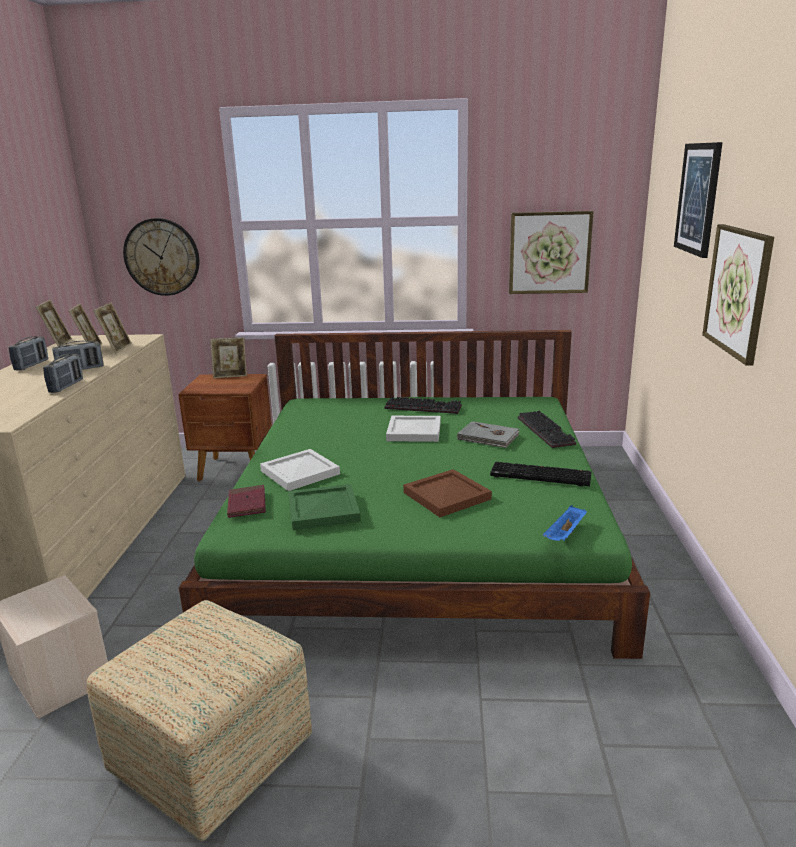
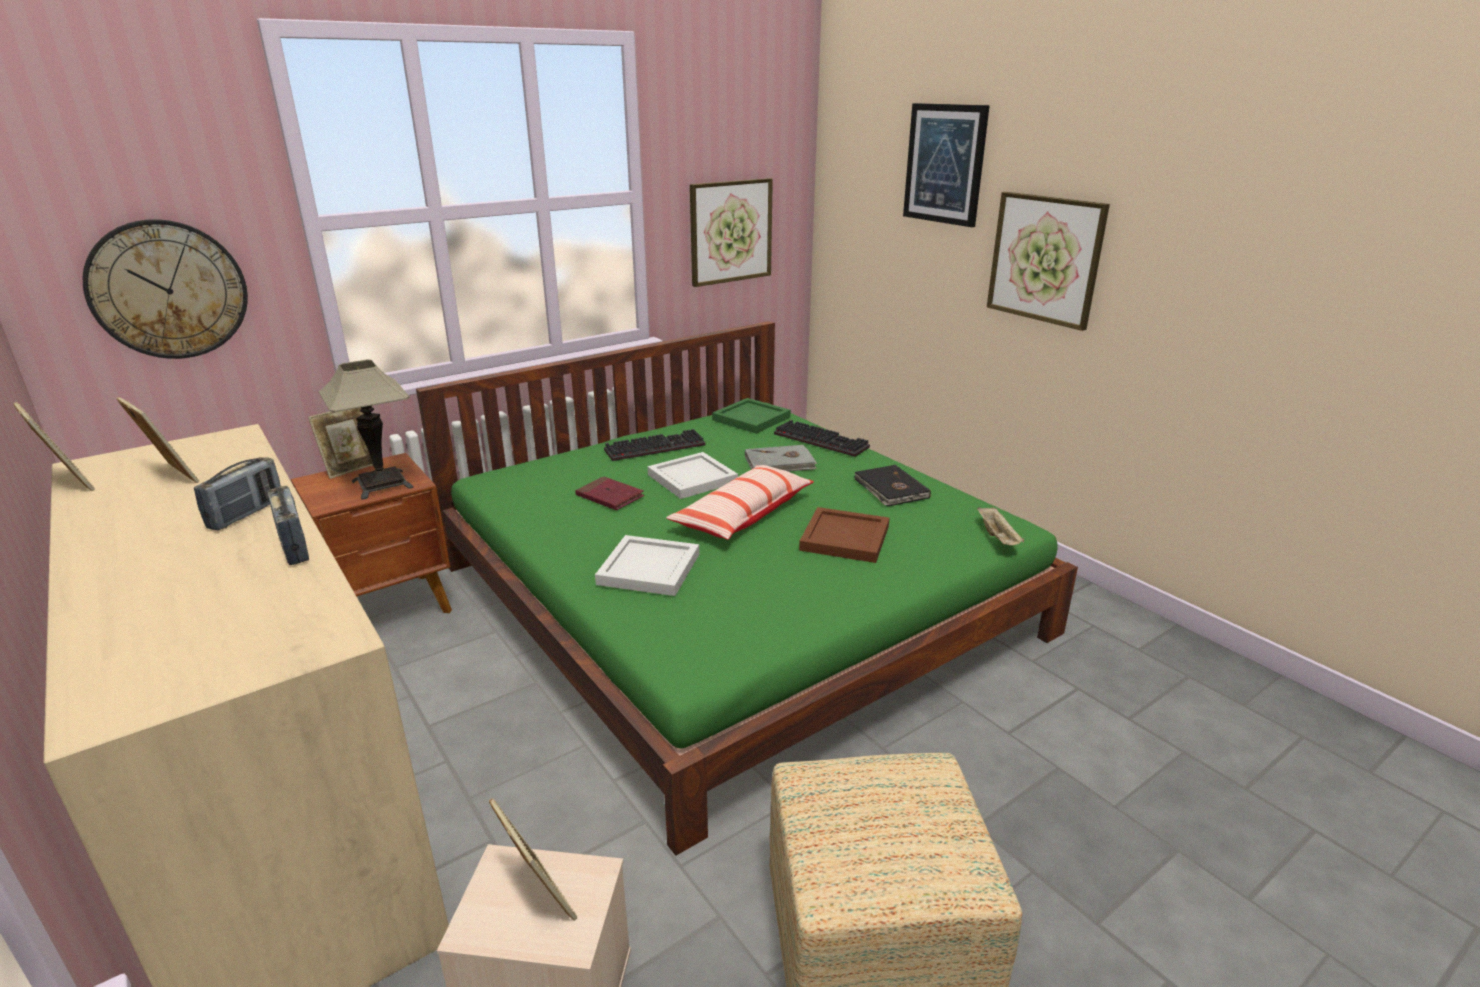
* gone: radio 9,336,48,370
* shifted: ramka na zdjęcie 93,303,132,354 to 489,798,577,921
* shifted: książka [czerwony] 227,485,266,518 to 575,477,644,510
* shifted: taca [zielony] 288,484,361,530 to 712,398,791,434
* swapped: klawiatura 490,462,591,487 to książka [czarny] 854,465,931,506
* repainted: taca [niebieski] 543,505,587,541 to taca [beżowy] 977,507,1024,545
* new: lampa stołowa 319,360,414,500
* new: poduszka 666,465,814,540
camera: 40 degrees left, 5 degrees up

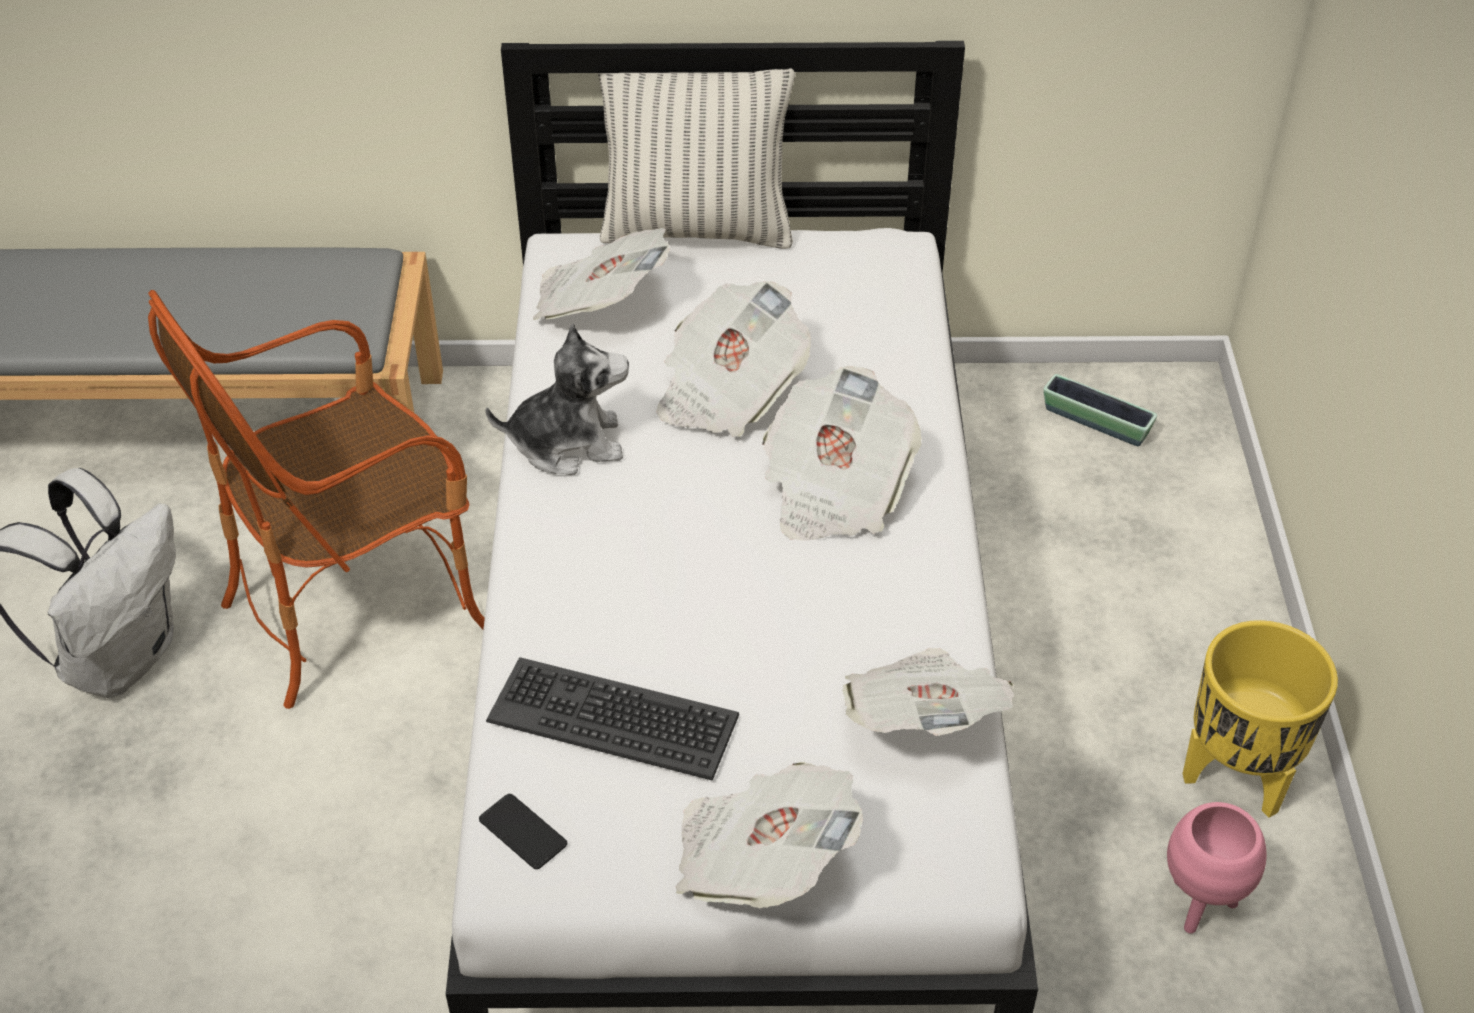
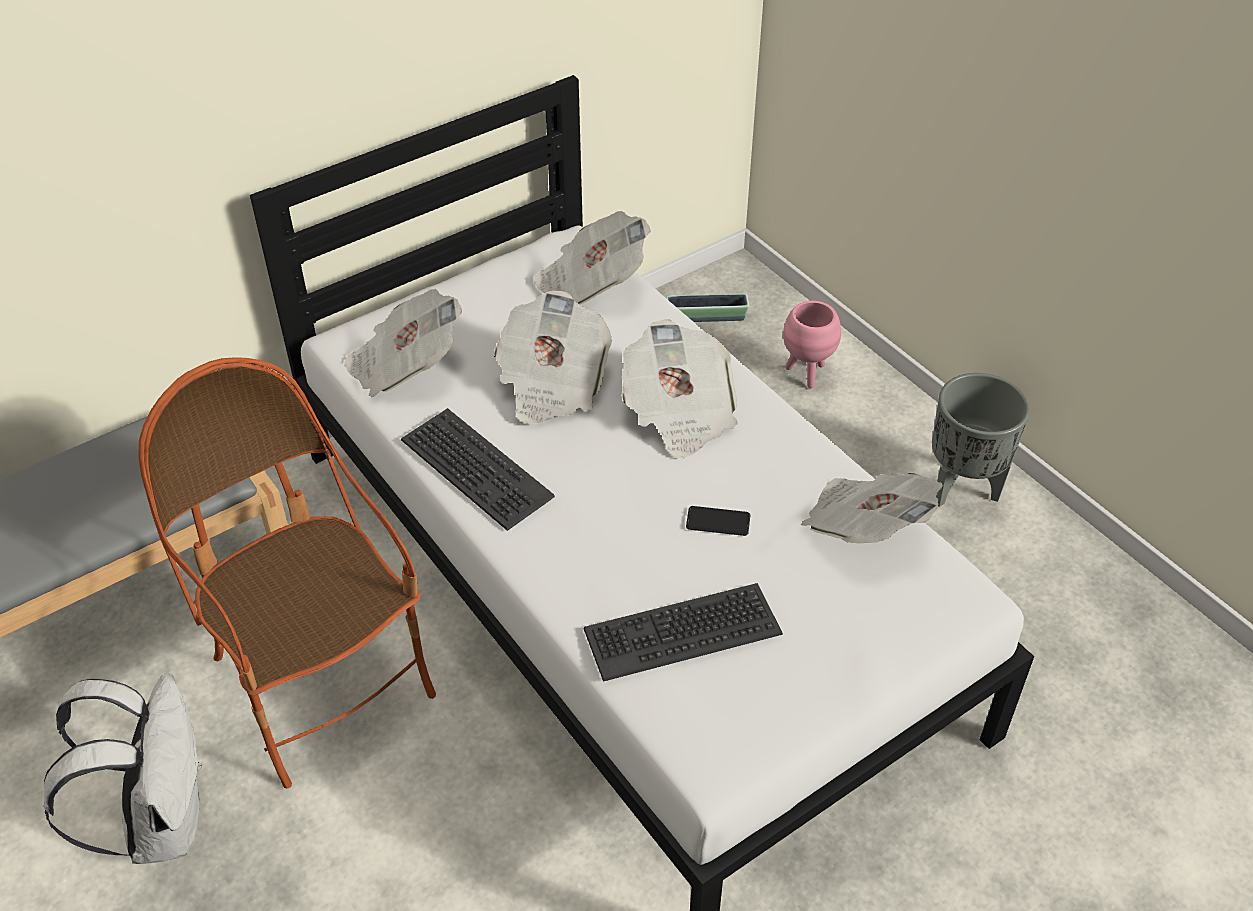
* rotated: fotel 148,290,485,709 = 138,357,436,789 120 degrees clockwise
* shifted: telefon 479,794,567,869 to 686,506,750,536
* swapped: pluszak 485,324,629,475 to klawiatura 401,408,555,531
* gone: poduszka 598,68,796,249
* shifted: gazeta 676,762,863,908 to 534,211,651,305
* shifted: donica [różowy] 1167,802,1266,934 to 783,301,841,388
* repainted: donica [żółty] 1183,620,1338,818 to donica [szary] 932,373,1030,507
camera: 35 degrees left, 0 degrees up

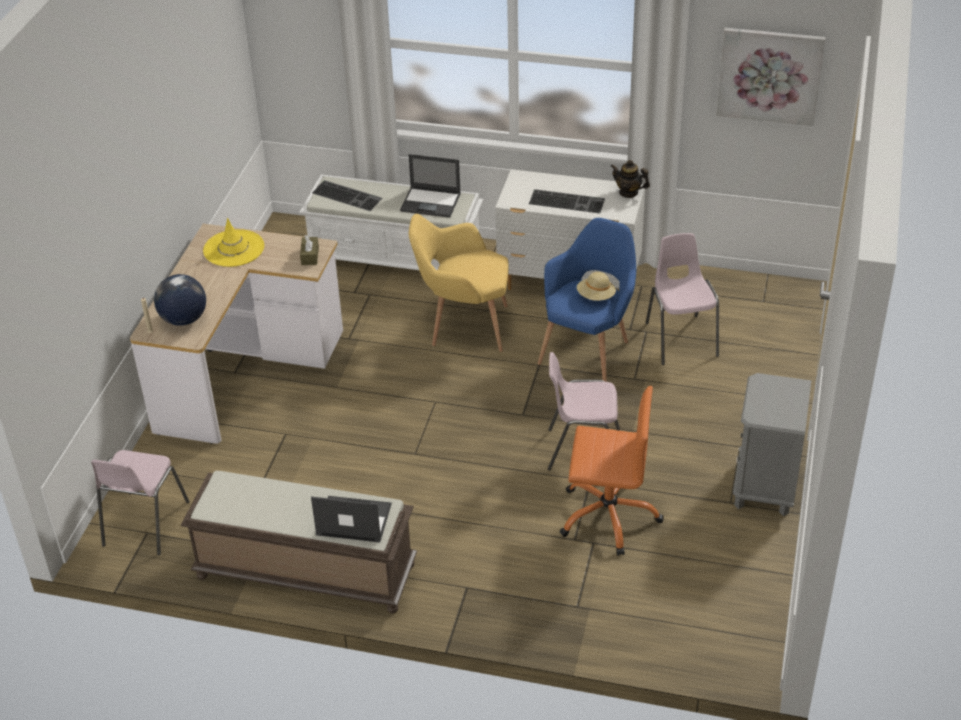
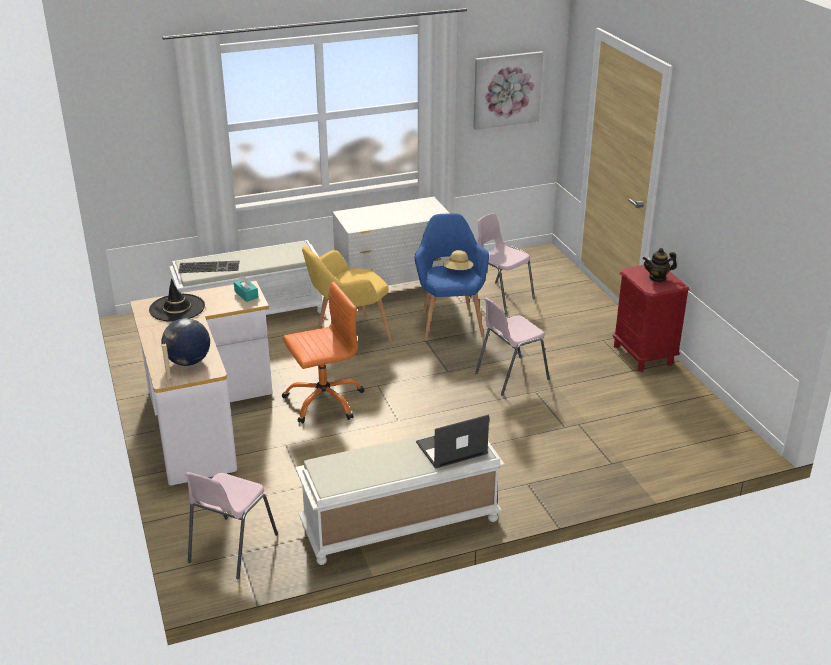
* rotated: krzesło [różowy] 91,450,189,555 = 185,472,278,579 45 degrees clockwise
* repainted: ławka [brązowy] 181,471,417,613 to ławka [biały] 295,432,505,565
* repainted: kapelusz [żółty] 203,218,264,267 to kapelusz [czarny] 149,279,205,322
* repainted: pudełko chusteczek [brązowy] 300,235,319,265 to pudełko chusteczek [turkusowy] 234,275,259,302
* gone: laptop 400,154,461,218
* gone: klawiatura 529,189,605,213
* shifted: krzesło biurowe [pomarańczowy] 559,386,664,556 to 282,282,364,423
* shifted: imbryk 610,160,650,198 to 643,248,677,282
* repainted: szafka nocna [szary] 733,373,811,516 to szafka nocna [czerwony] 613,265,690,372
camera: 35 degrees left, 10 degrees down

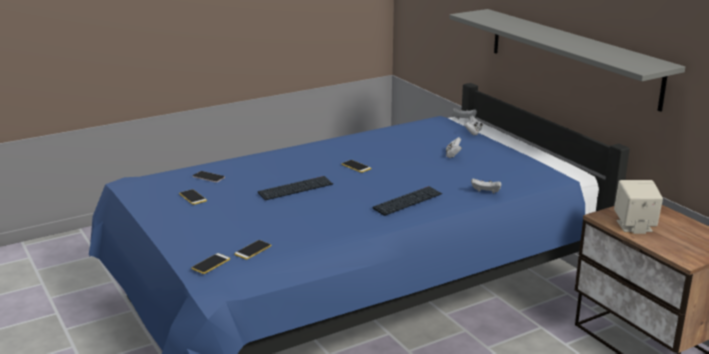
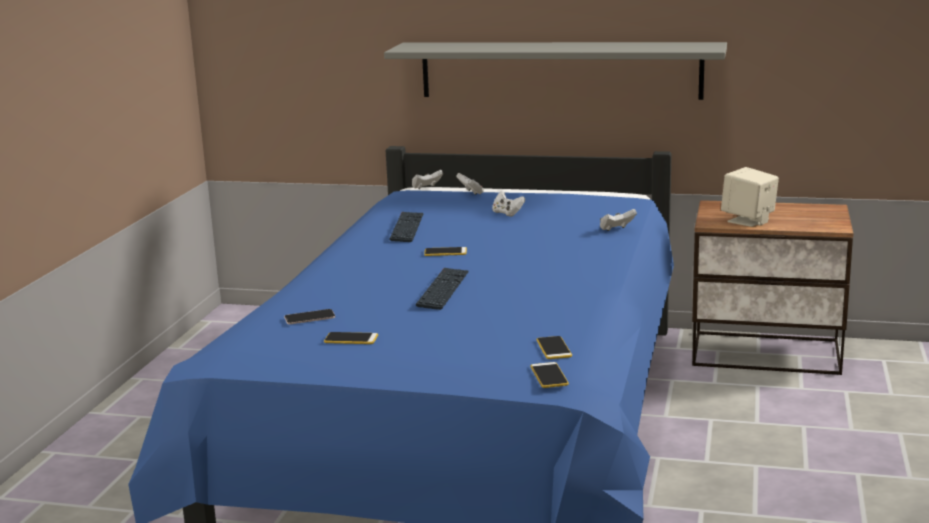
* shifted: klawiatura 373,186,442,216 to 389,212,424,242
camera: 45 degrees left, 5 degrees down

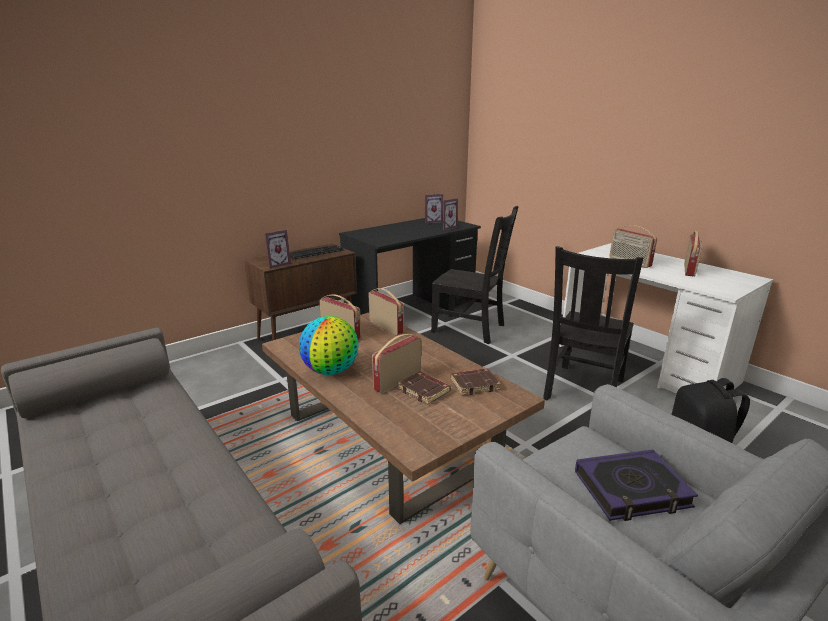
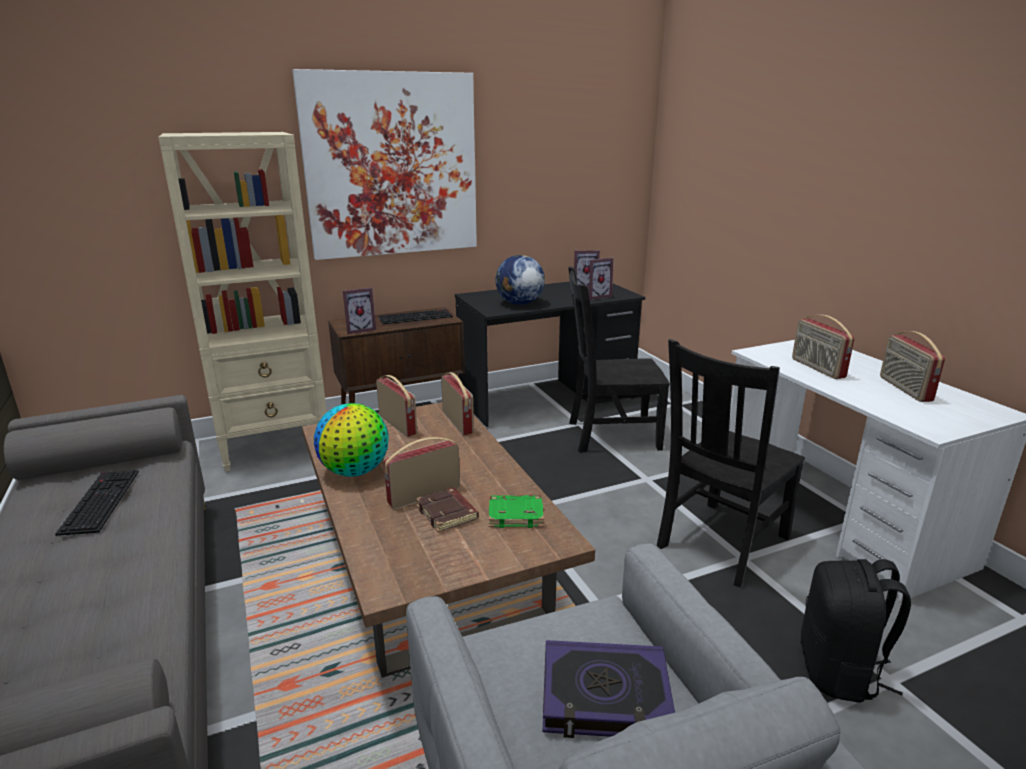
* rotated: krzesło [czarny] 431,206,518,344 = 568,266,670,453 135 degrees clockwise
* repainted: książka [brązowy] 451,368,501,396 to książka [zielony] 489,495,544,528
* rotated: radio 684,231,702,276 = 880,331,945,402 135 degrees clockwise
* new: klawiatura 55,470,139,537
* new: regał [beżowy] 158,132,327,472
* new: obraz 292,69,477,260
* new: globus 495,255,545,305
camera: 15 degrees right, 0 degrees up

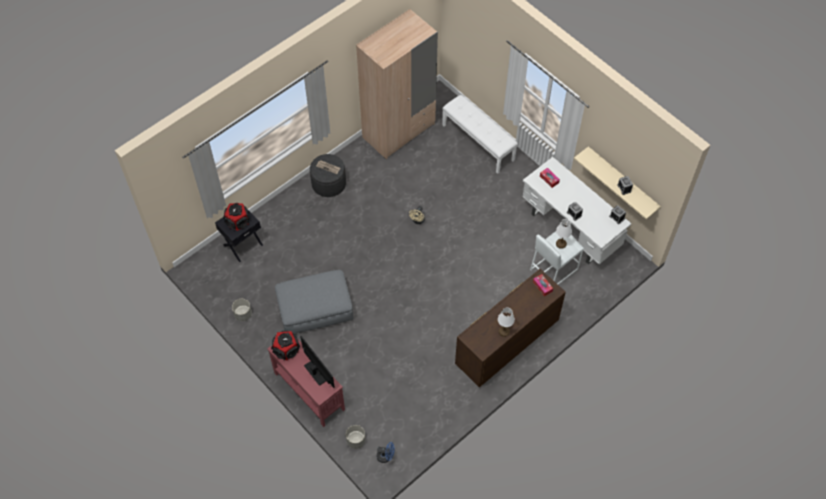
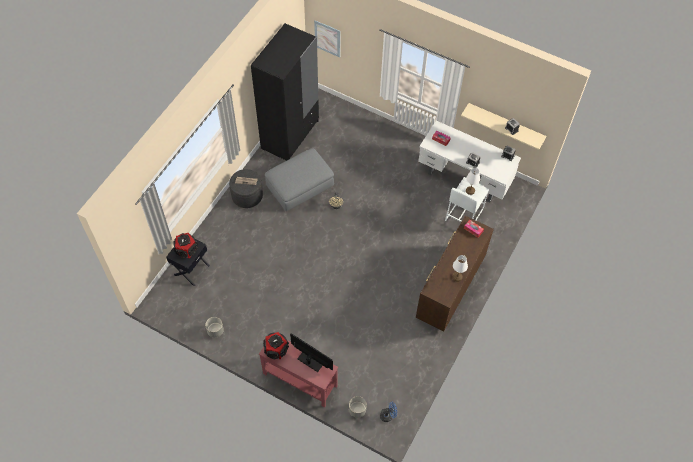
* shifted: pufa [szary] 275,270,353,334 to 265,148,334,211
* repainted: szafa [beżowy] 356,9,438,160 to szafa [czarny] 251,23,319,161
* gone: ławka [biały] 442,95,518,174
* new: obraz 314,20,341,57
camera: 20 degrees left, 0 degrees up

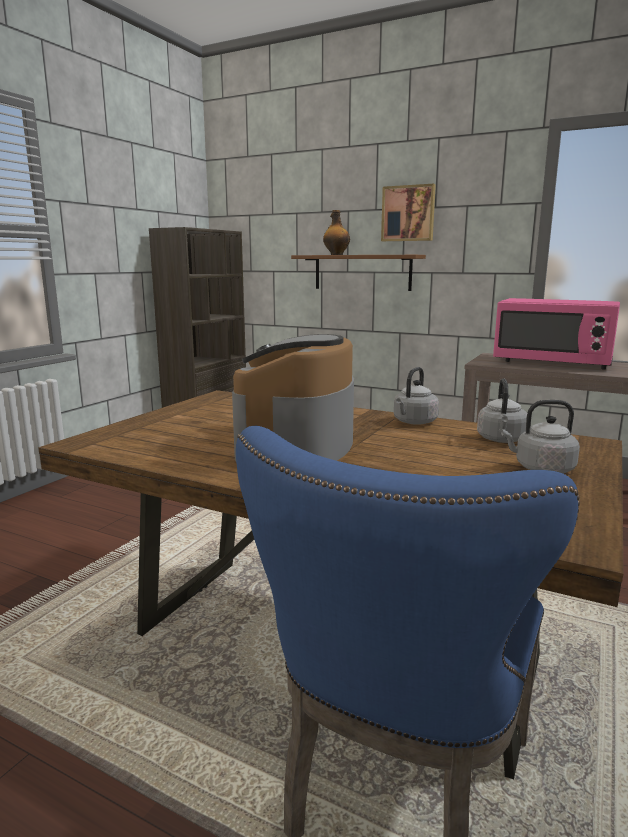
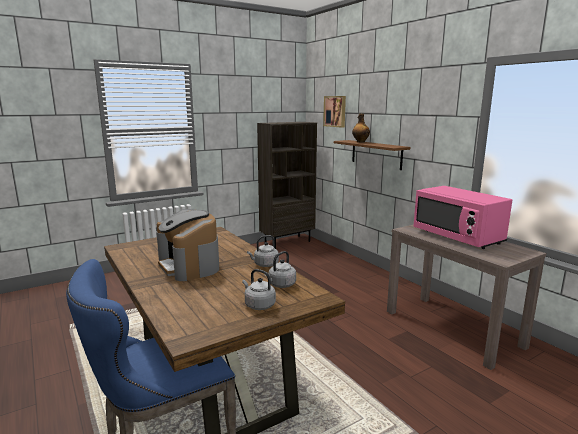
* rotated: ekspres do kawy 232,334,354,461 = 156,209,219,281 75 degrees counterclockwise
* shifted: obraz 381,184,436,241 to 323,96,346,128
camera: 30 degrees right, 0 degrees up

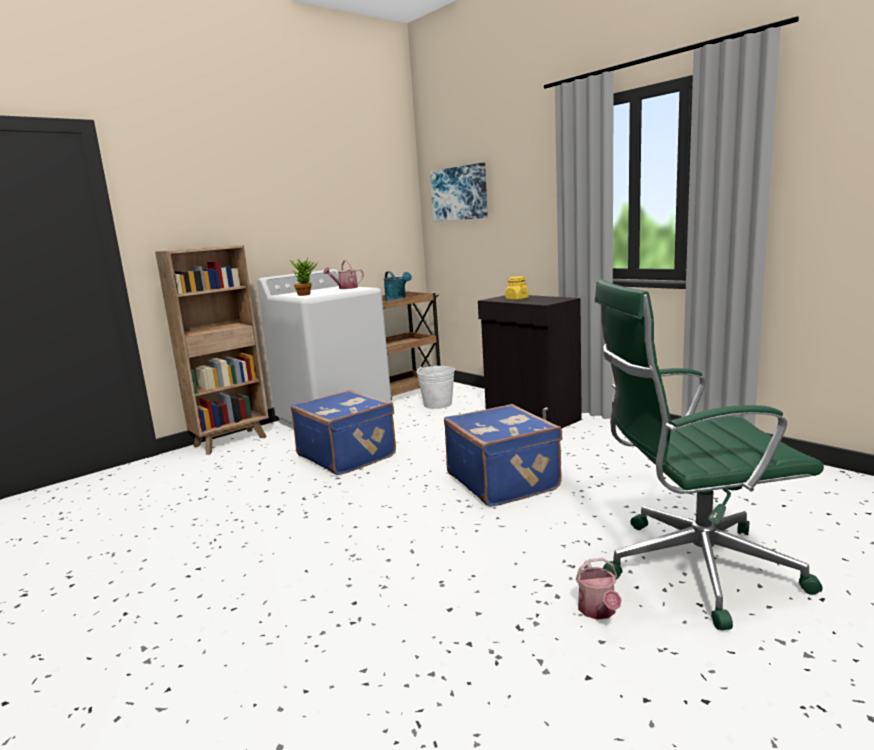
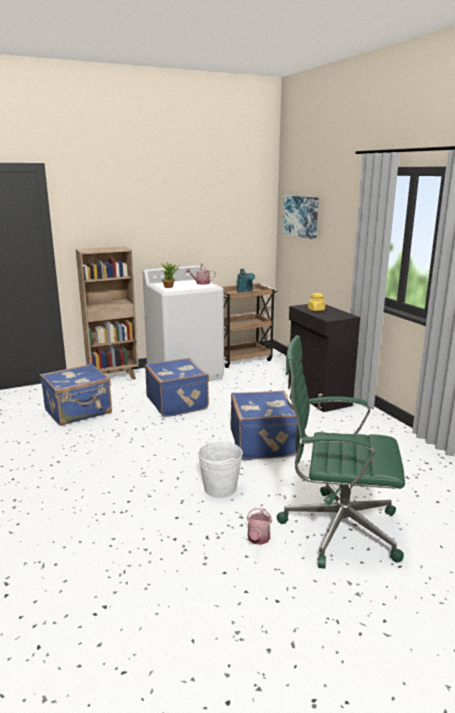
* shifted: wiadro [biały] 416,366,455,409 to 198,441,243,498
* new: walizka [niebieski] 40,364,112,426
camera: 15 degrees right, 5 degrees up

